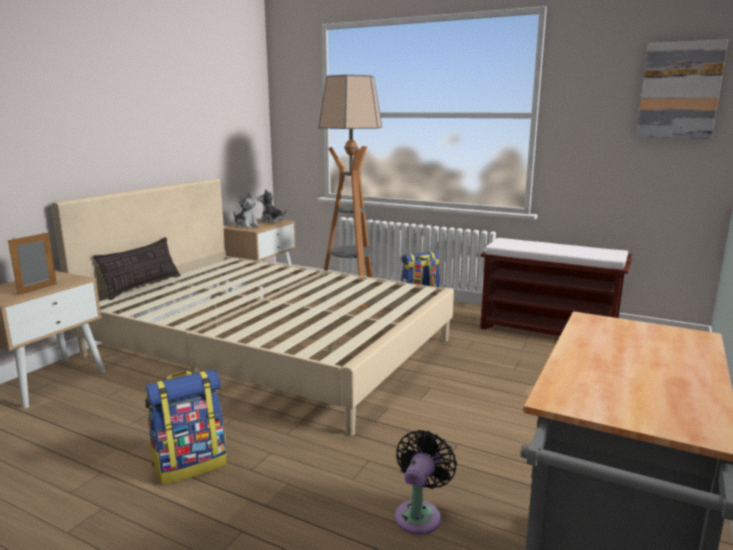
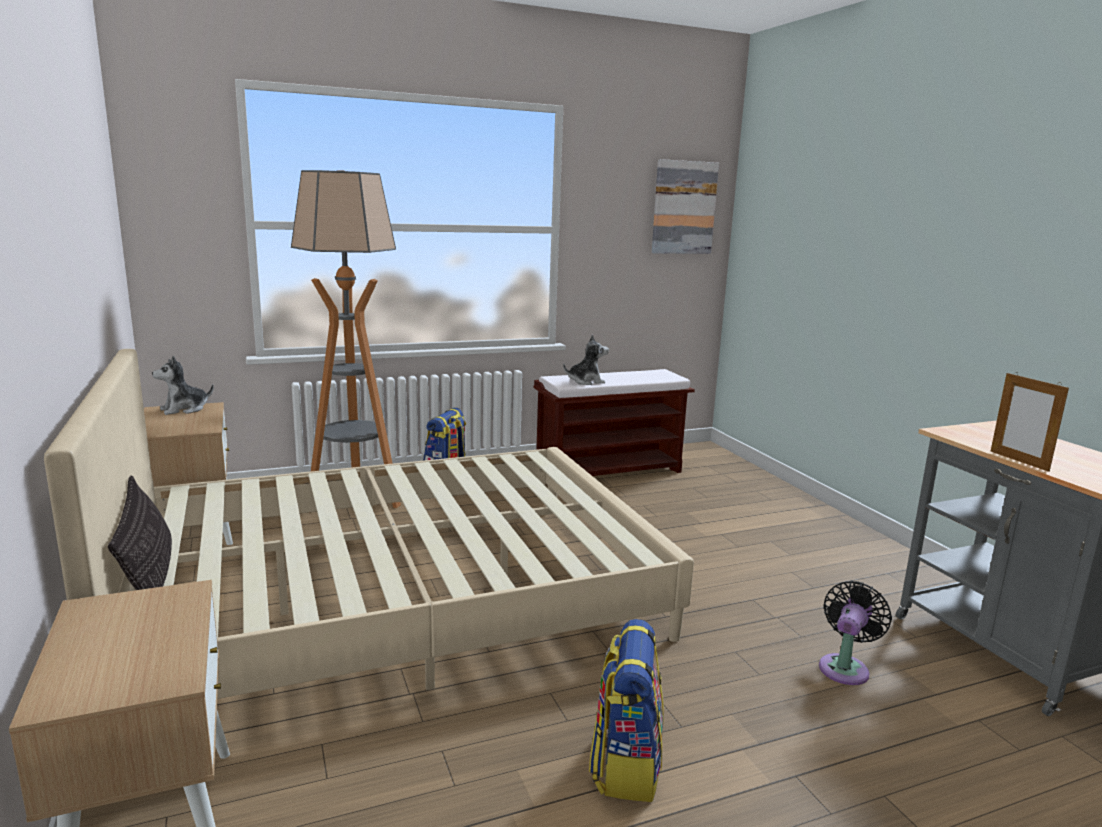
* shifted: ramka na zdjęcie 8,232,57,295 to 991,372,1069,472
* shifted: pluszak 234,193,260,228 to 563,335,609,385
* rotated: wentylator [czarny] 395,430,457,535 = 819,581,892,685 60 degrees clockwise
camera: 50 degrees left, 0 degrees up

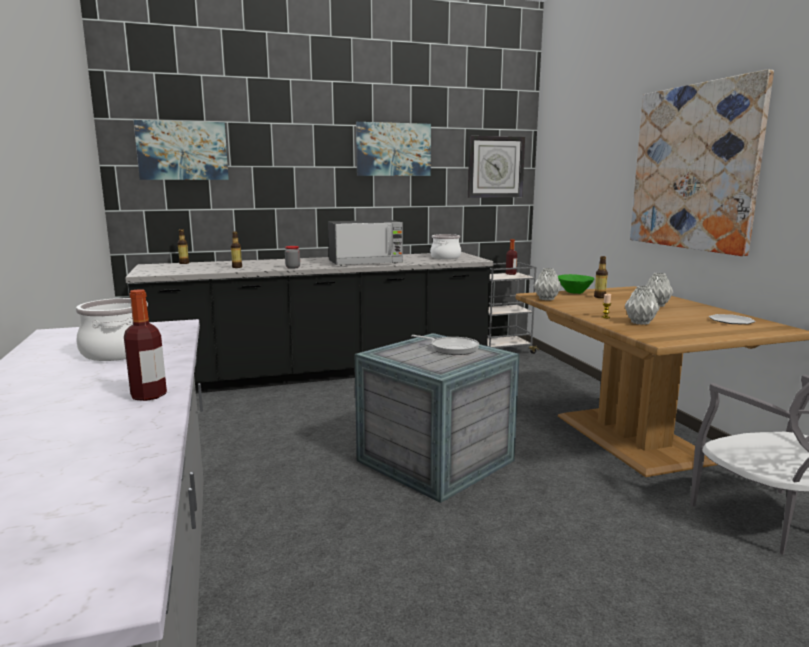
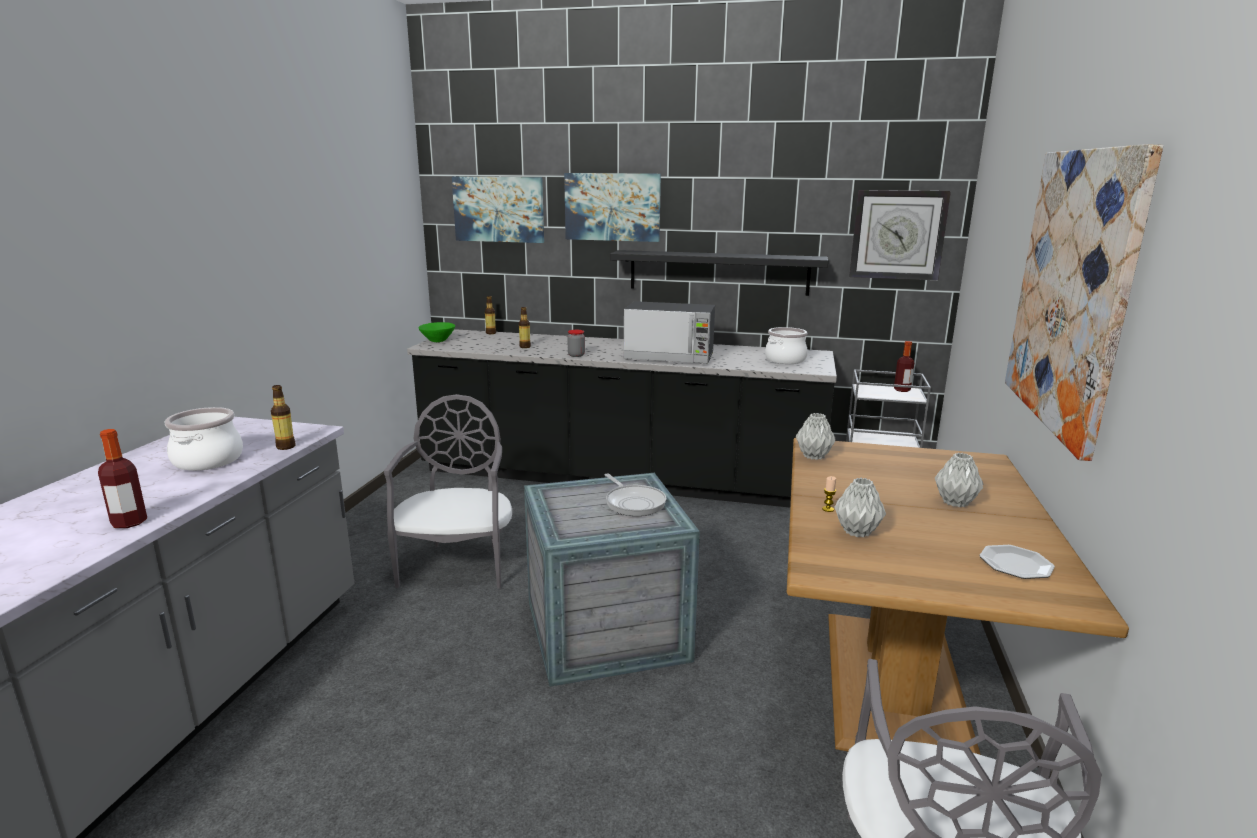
* shifted: obraz 356,122,431,176 to 564,173,661,242
* shifted: miska [zielony] 558,274,594,294 to 418,322,455,342
* shifted: butelka 594,256,608,298 to 271,385,295,450
* new: krzesło [szary] 384,394,512,588
* new: półka [czarny] 610,250,828,296
camera: 30 degrees right, 5 degrees up

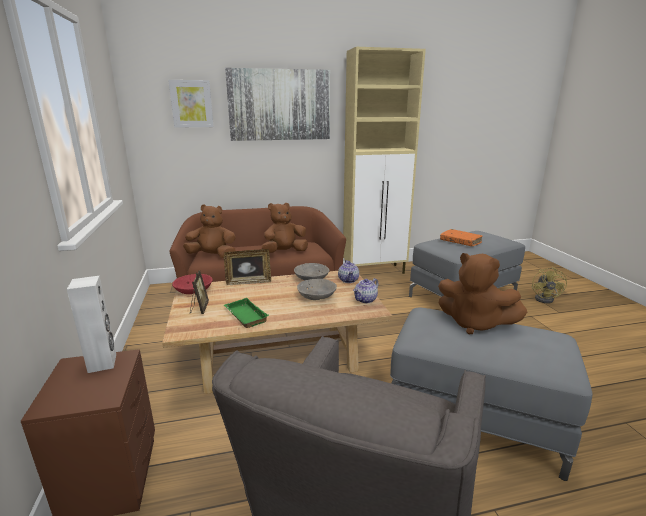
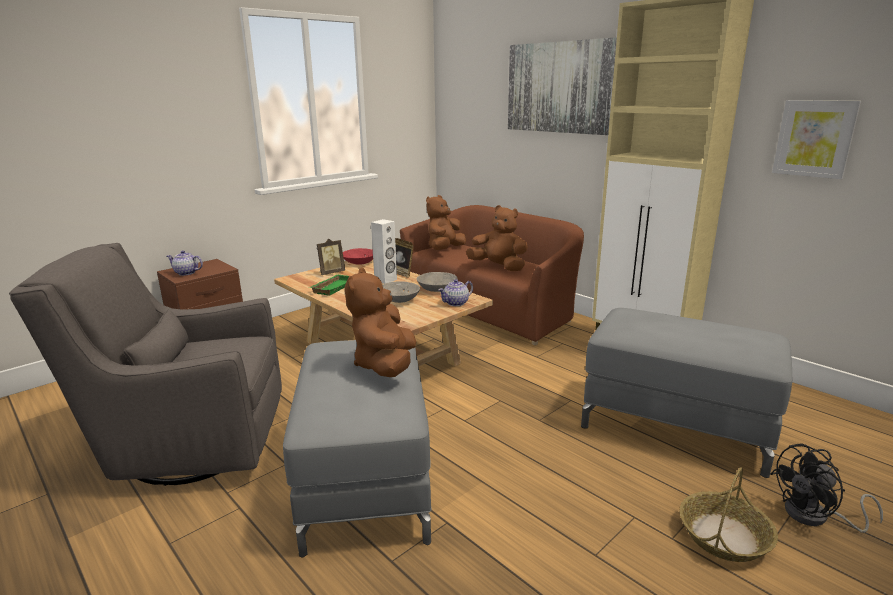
* shifted: głośnik [biały] 67,276,116,373 to 371,219,397,284
* shifted: obraz 168,80,214,128 to 772,100,861,179
* rotated: pluszak [brązowy] 183,204,236,258 = 426,195,466,250 120 degrees counterclockwise
* shifted: imbryk 353,278,378,303 to 167,251,203,276
* gone: książka [pomarańczowy] 440,229,483,246
* repainted: wentylator [żółty] 532,267,567,304 to wentylator [czarny] 771,443,883,533
* new: koszyk 680,467,778,562
camera: 60 degrees right, 0 degrees up

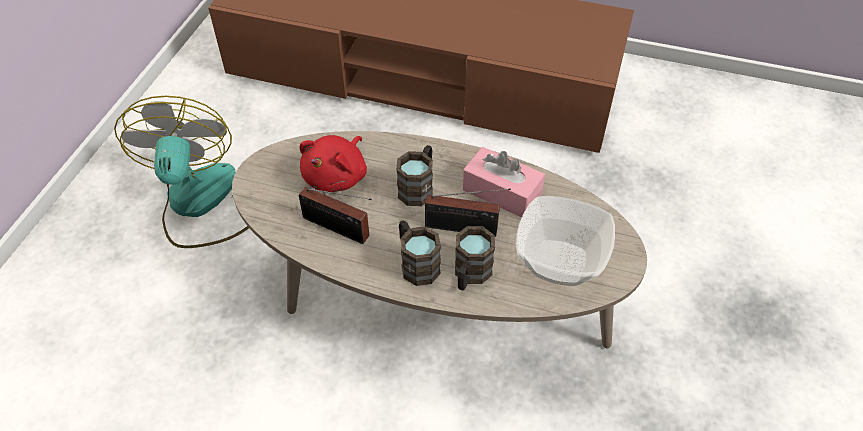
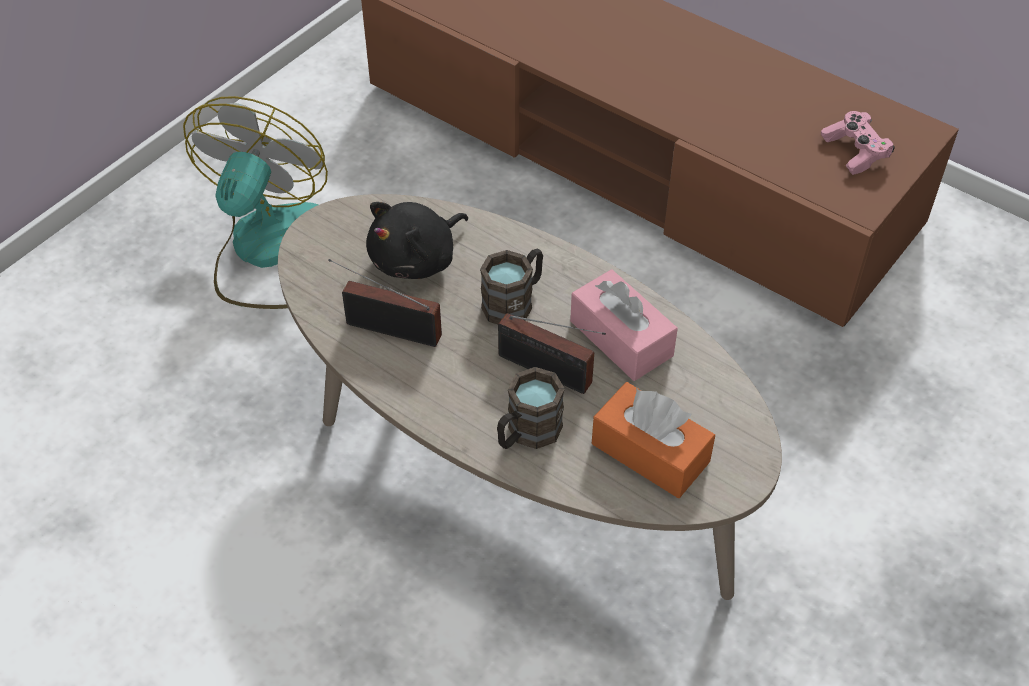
* repainted: pluszak [czerwony] 299,135,367,192 to pluszak [czarny] 366,202,468,279
* rotated: radio 299,187,372,244 = 328,259,442,347 150 degrees clockwise
* gone: kubek [brązowy] 399,220,441,286
* swapped: miska 516,196,615,286 to pudełko chusteczek [pomarańczowy] 592,382,715,498
* new: pad do gier [różowy] 821,111,895,175
camera: 20 degrees right, 0 degrees up

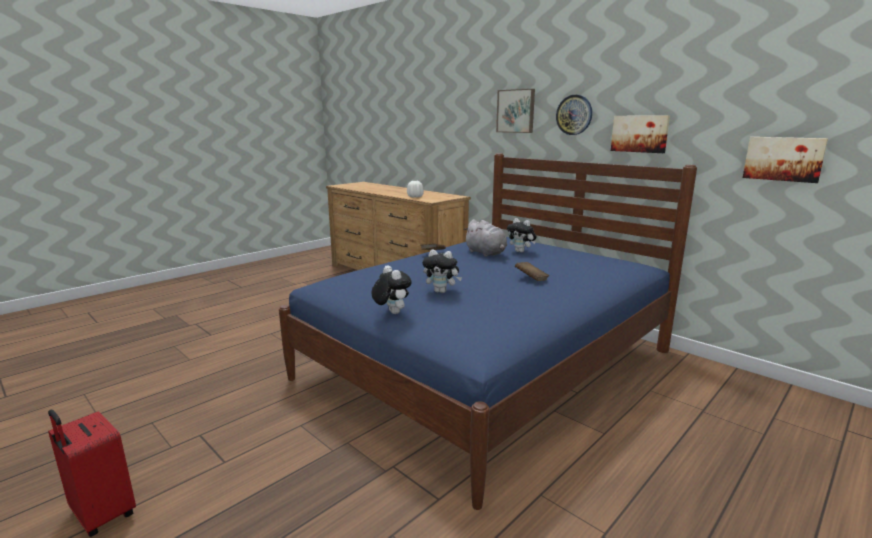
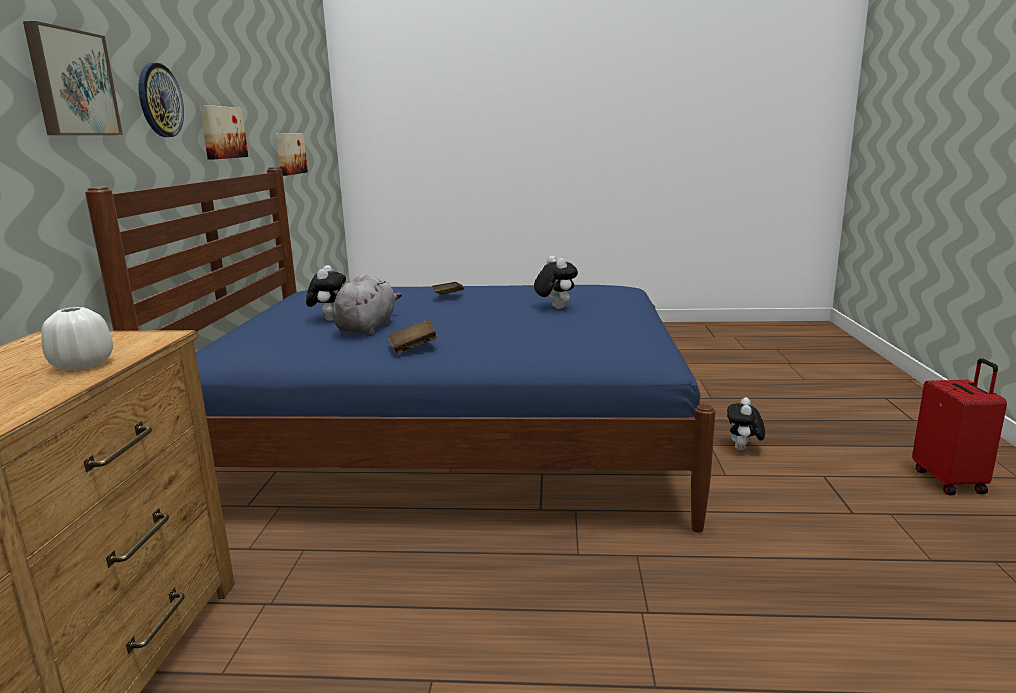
* shifted: pluszak 371,265,412,314 to 727,397,765,450
camera: 130 degrees left, 0 degrees up

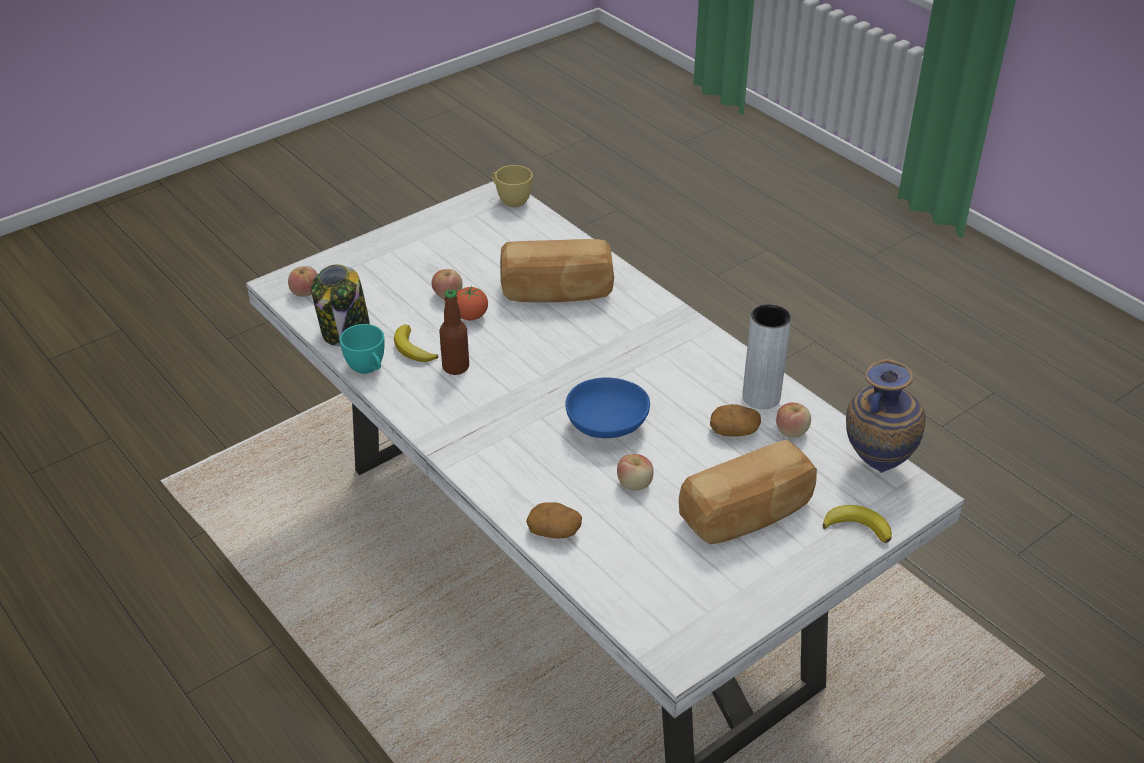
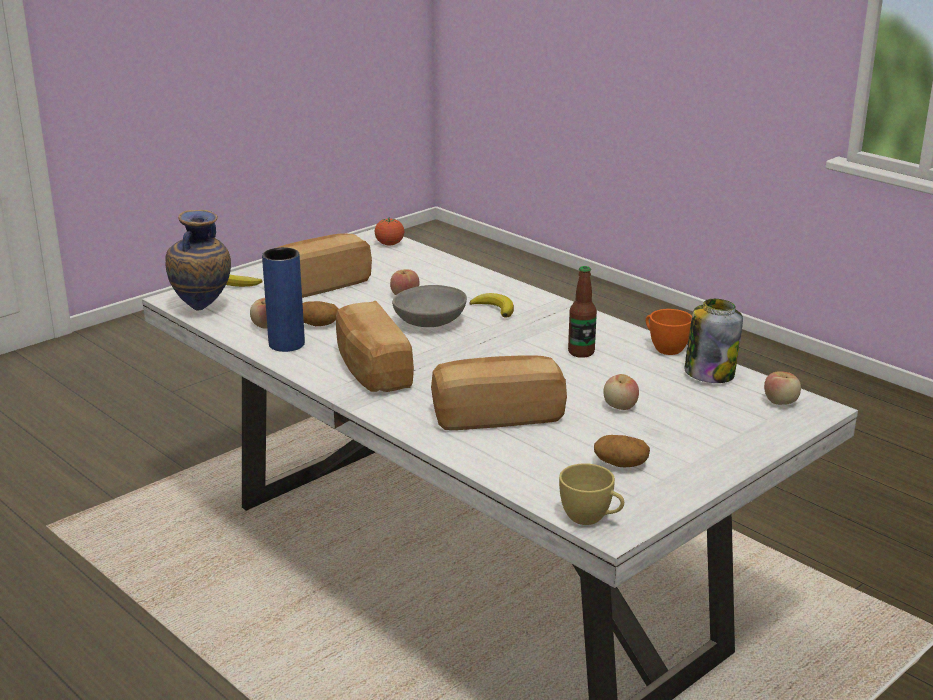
* repainted: filiżanka [turkusowy] 340,324,385,374 to filiżanka [pomarańczowy] 646,309,692,355
* shifted: banan 394,324,438,362 to 469,293,514,318
* shifted: pomidor 457,286,488,320 to 375,218,404,246
* shifted: ziemniak 526,502,582,539 to 594,435,650,467
* repainted: miska [niebieski] 565,377,650,438 to miska [szary] 392,285,467,327
* repainted: wazon [szary] 743,304,791,409 to wazon [niebieski] 262,247,305,352
* new: chleb 336,301,414,392
camera: 175 degrees right, 15 degrees down

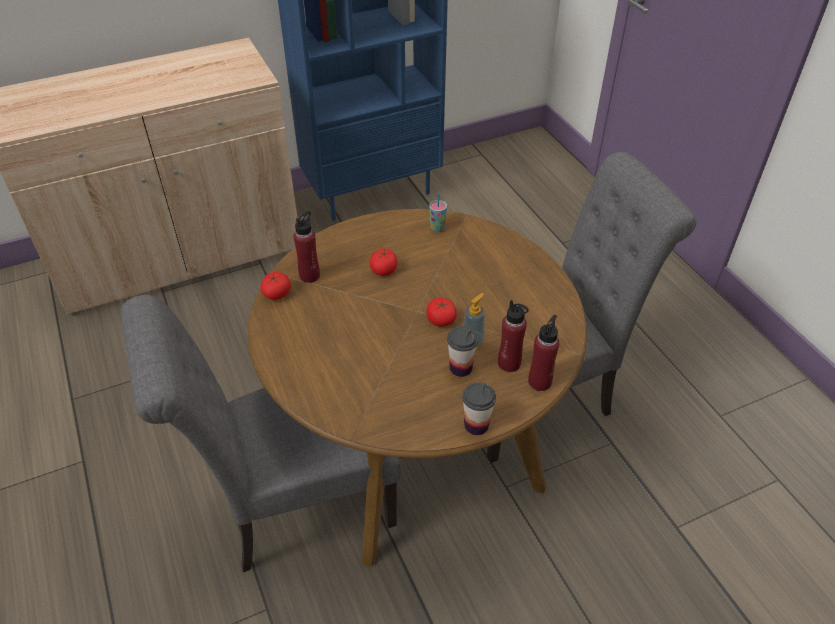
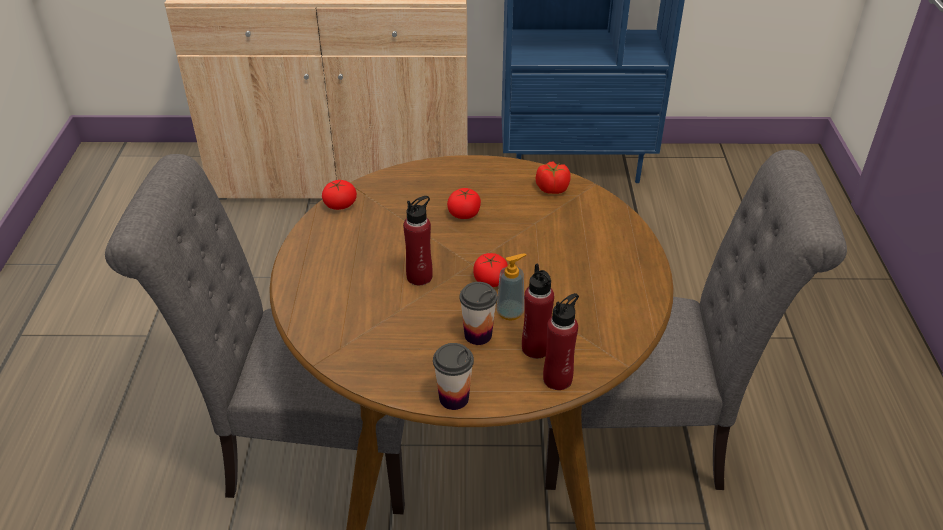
* shifted: butelka [czerwony] 294,211,320,283 to 403,196,433,285
* swapped: filiżanka 429,193,447,232 to pomidor 536,161,571,194
camera: 25 degrees right, 5 degrees down

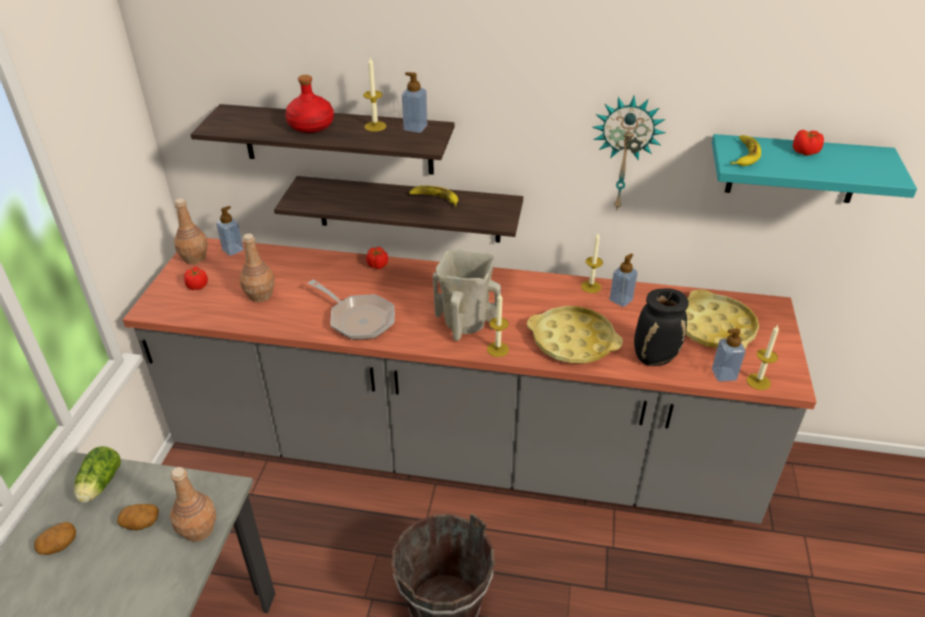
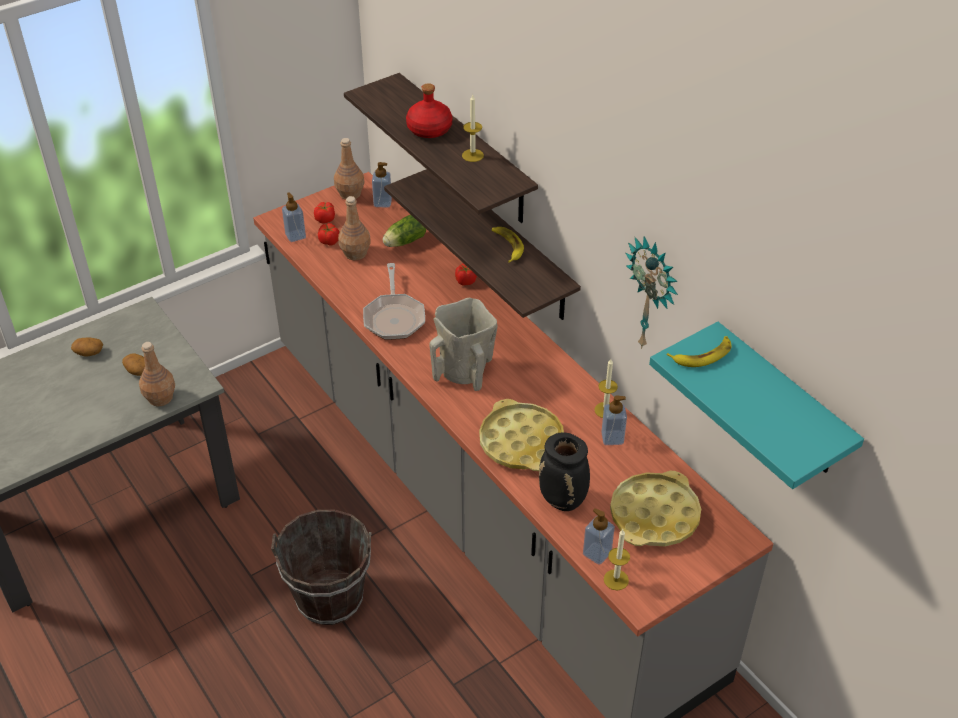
* shifted: sałata 74,446,121,503 to 383,215,426,247
* shifted: dozownik mydła 402,72,427,133 to 282,192,306,242
* gone: świeca 487,294,509,357
* shifted: pomidor 793,130,824,156 to 318,223,339,245
camera: 45 degrees right, 5 degrees up

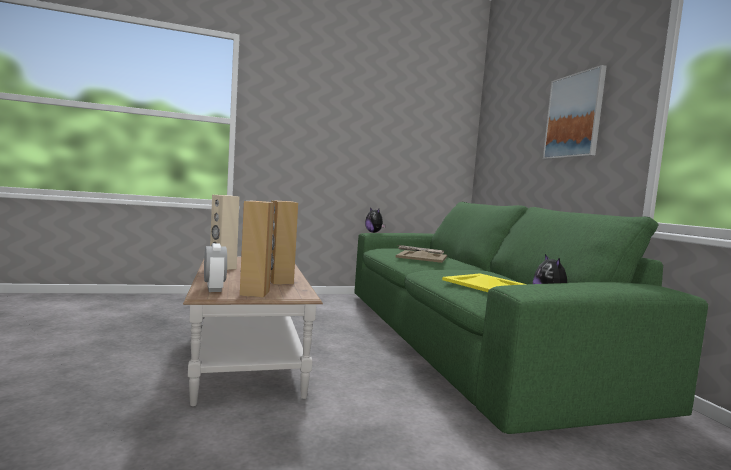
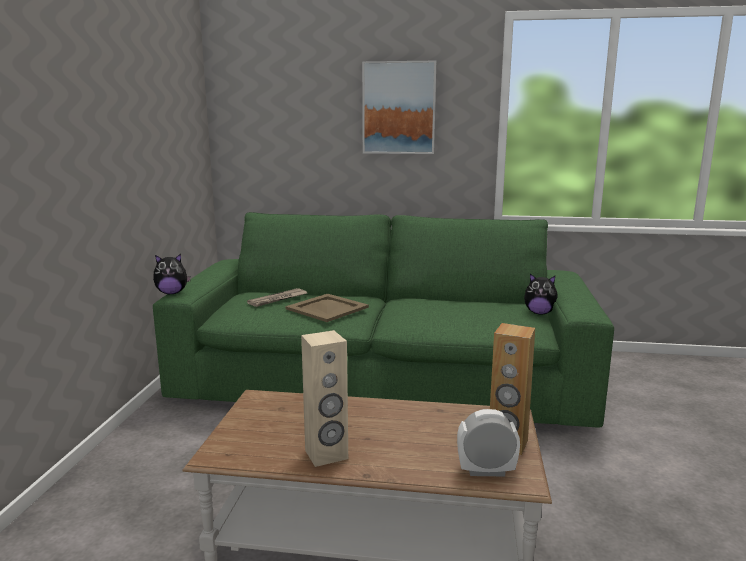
* gone: głośnik [brązowy] 270,200,298,285
* gone: taca [żółty] 442,273,526,292
camera: 65 degrees left, 10 degrees up

